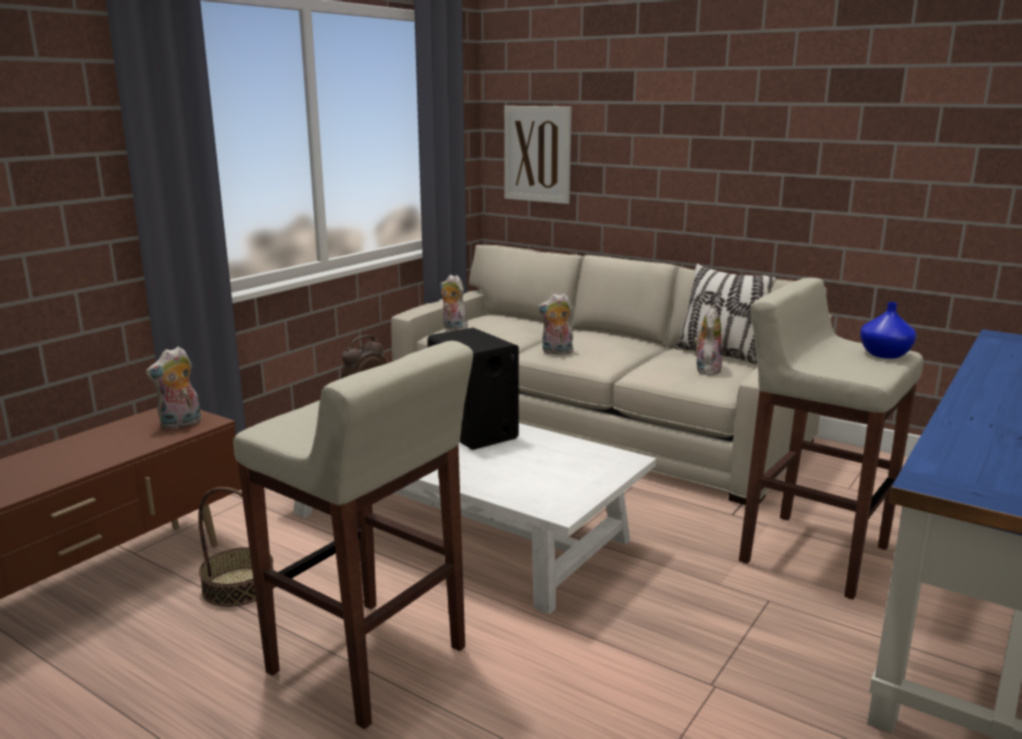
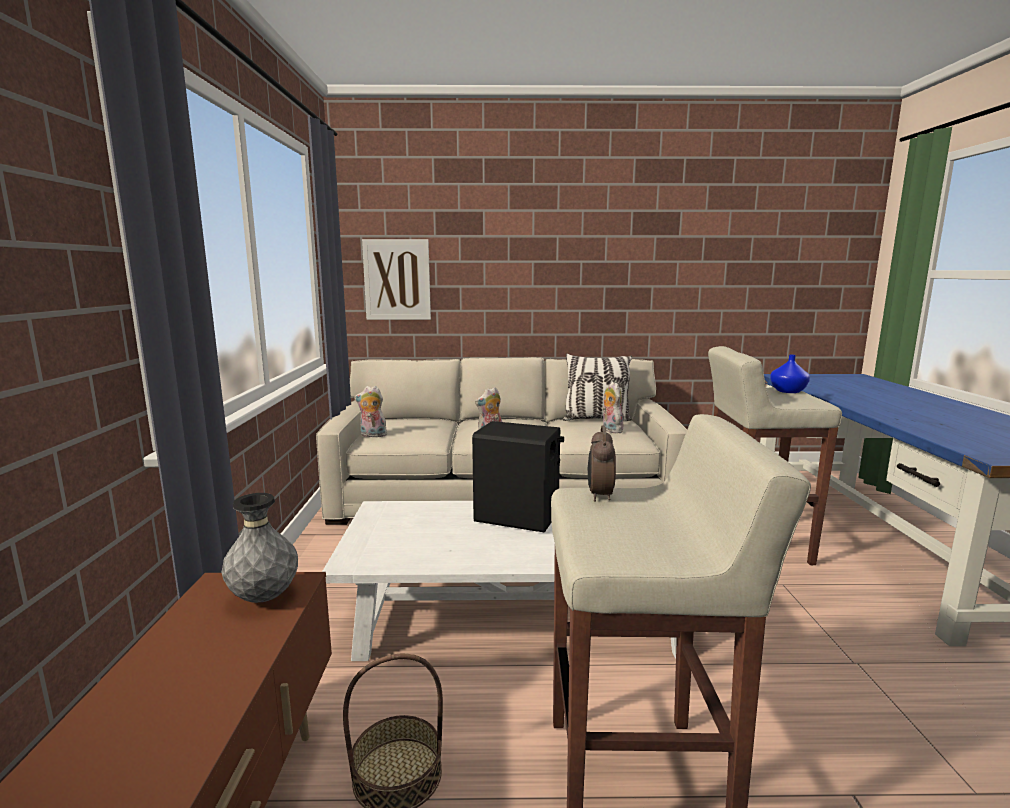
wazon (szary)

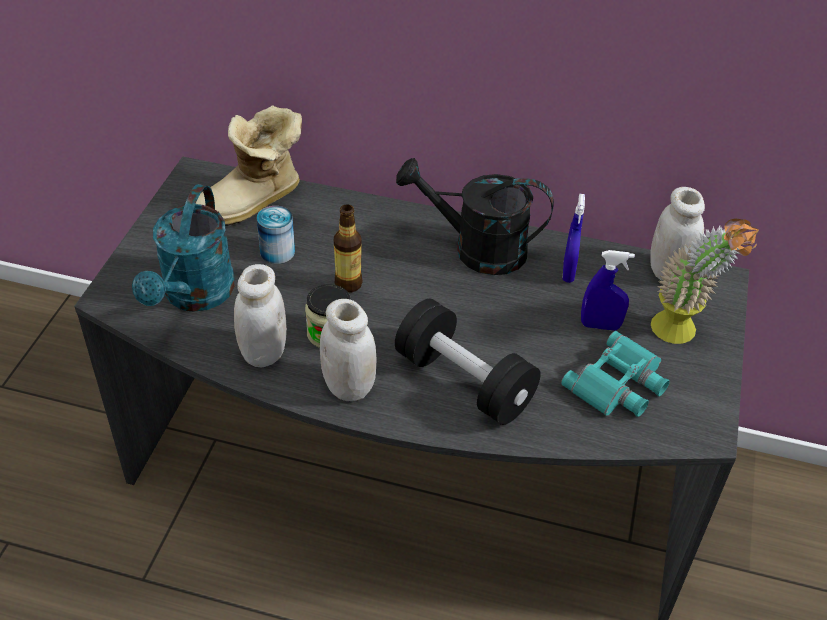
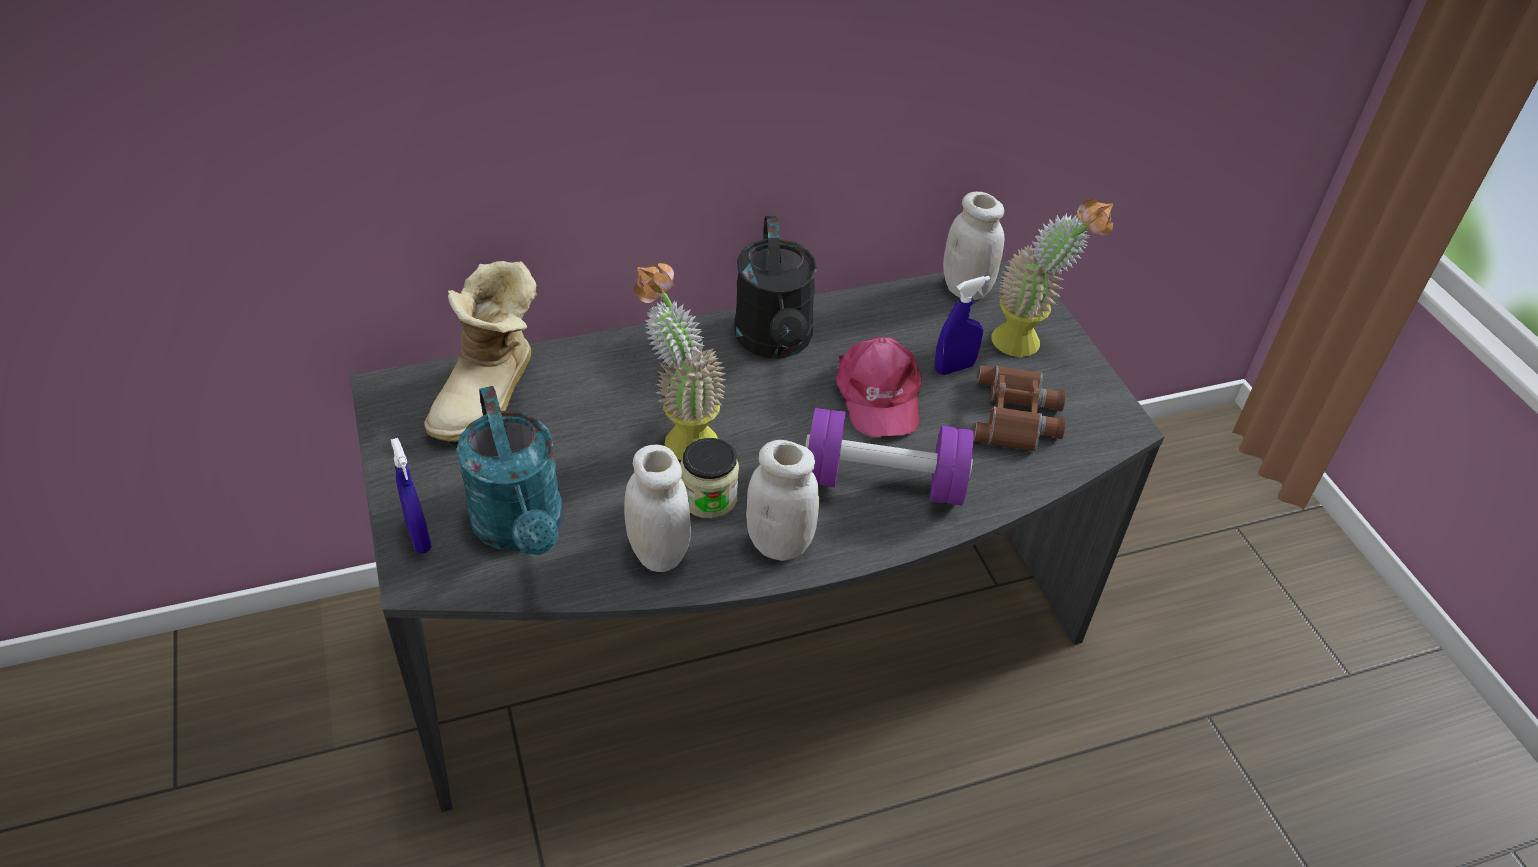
konewka (czarny)
spryskiwacz (niebieski) (1st from left)
roślina doniczkowa (1st from left)
puszka
hantel (fioletowy)
lornetka (brązowy)
czapka z daszkiem (różowy)

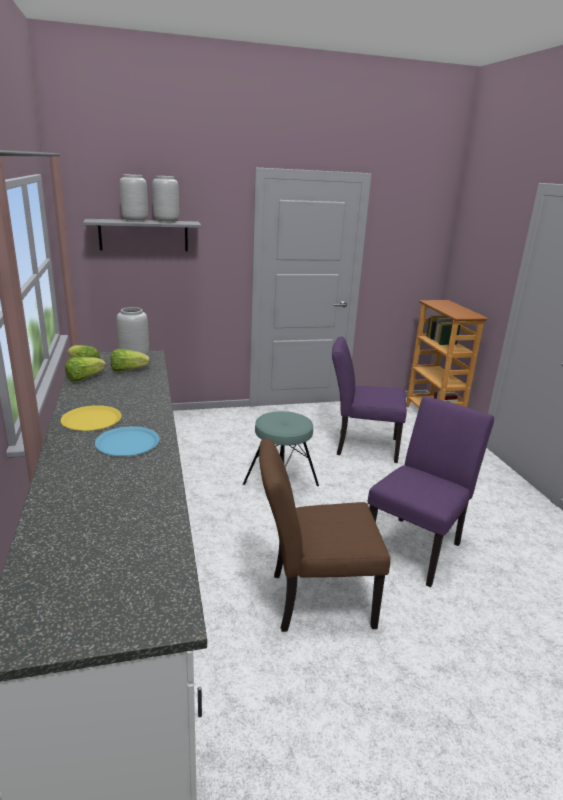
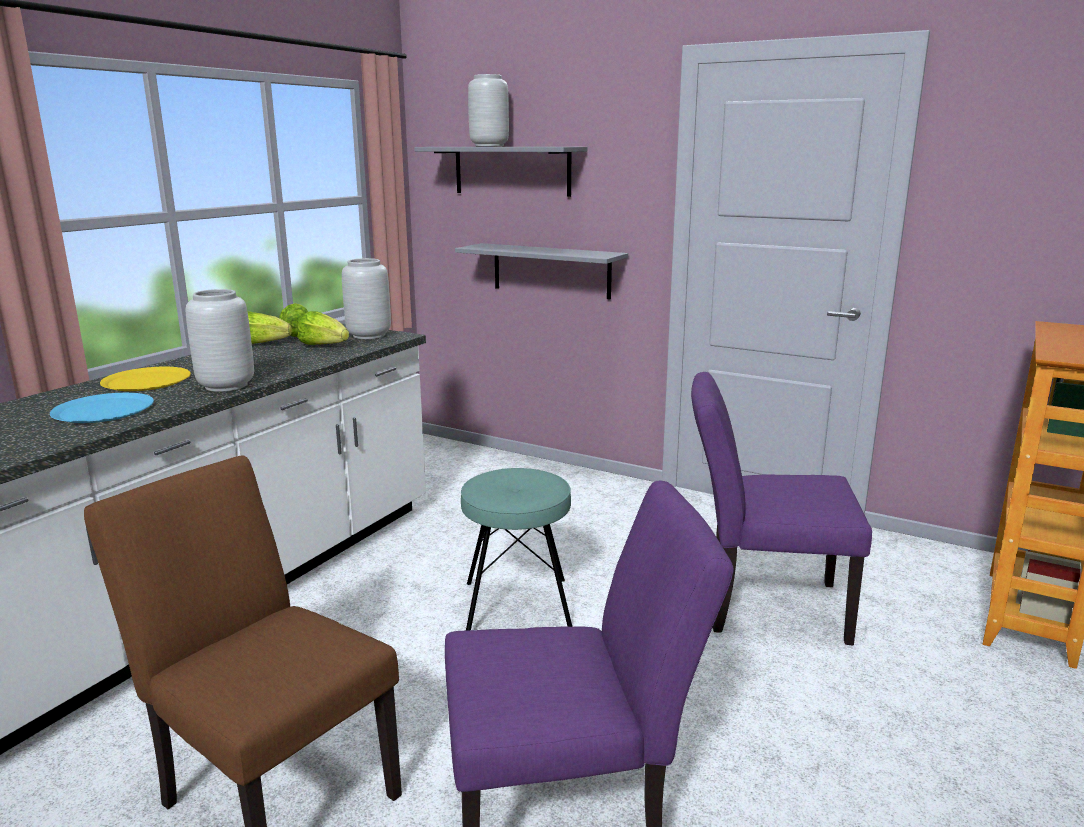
wazon (szary) (1st from left)
krzesło (fioletowy) (2nd from left)
półka (szary) (2nd from left)

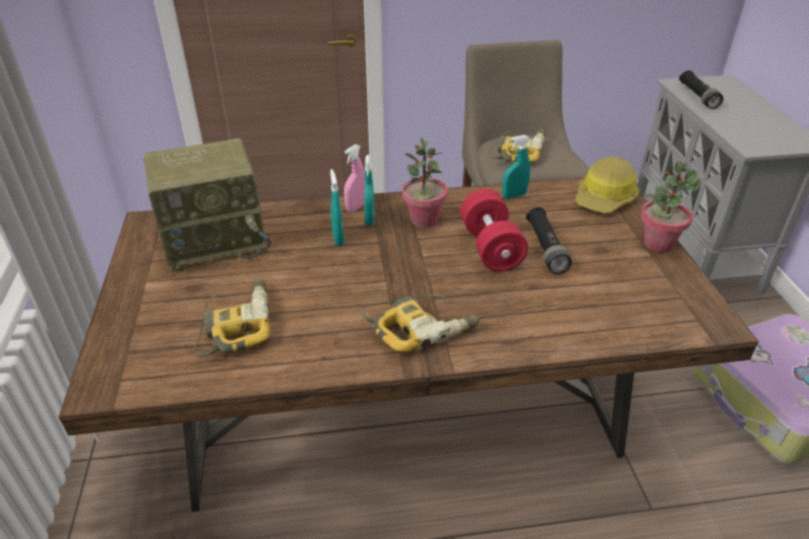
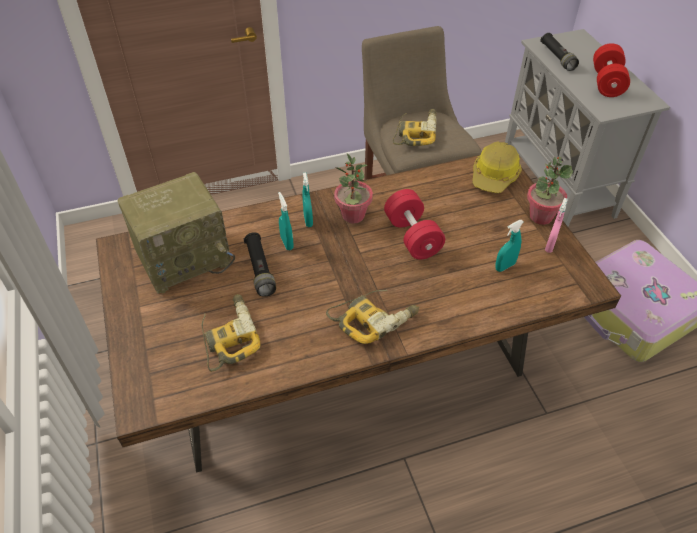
spryskiwacz (turkusowy) (3rd from left)
spryskiwacz (różowy)
latarka (czarny) (1st from left)
hantel (czerwony) (2nd from left)

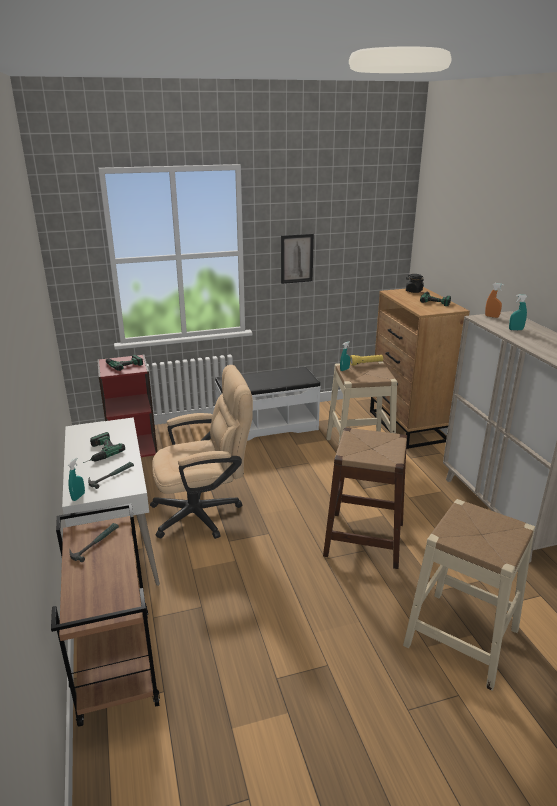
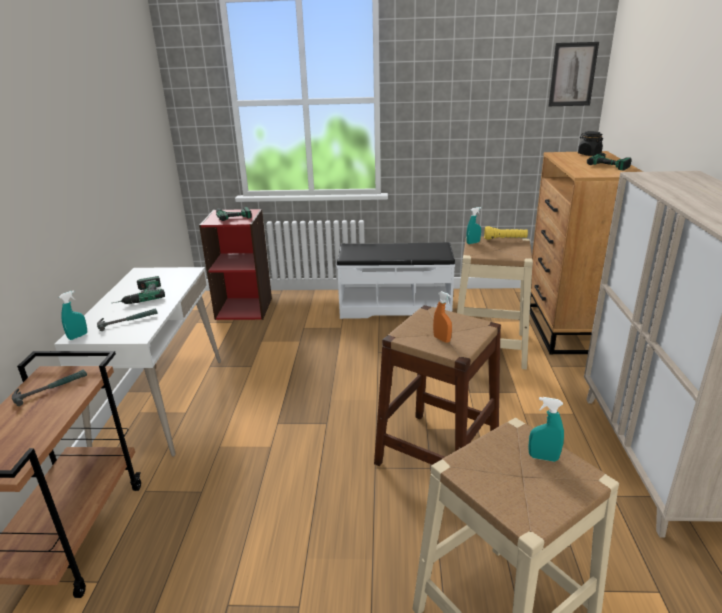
obraz
spryskiwacz (pomarańczowy)
spryskiwacz (turkusowy) (3rd from left)
krzesło biurowe (beżowy)

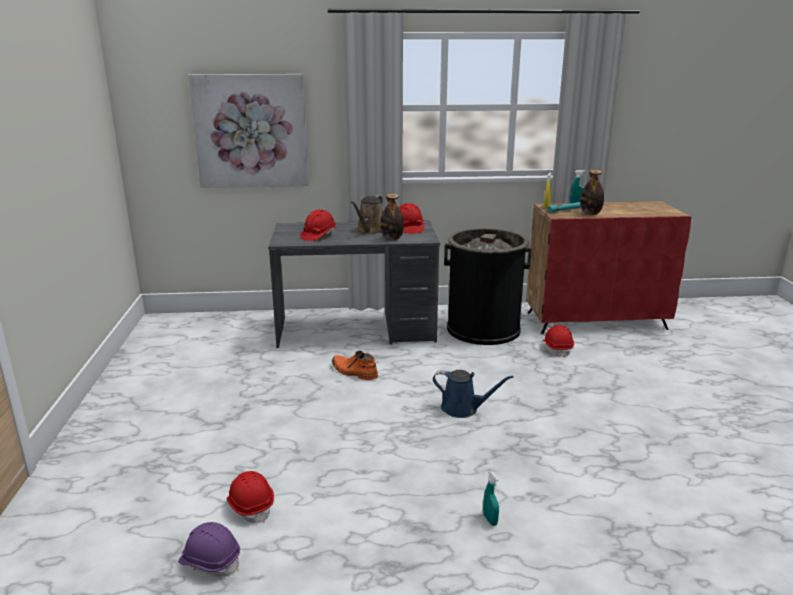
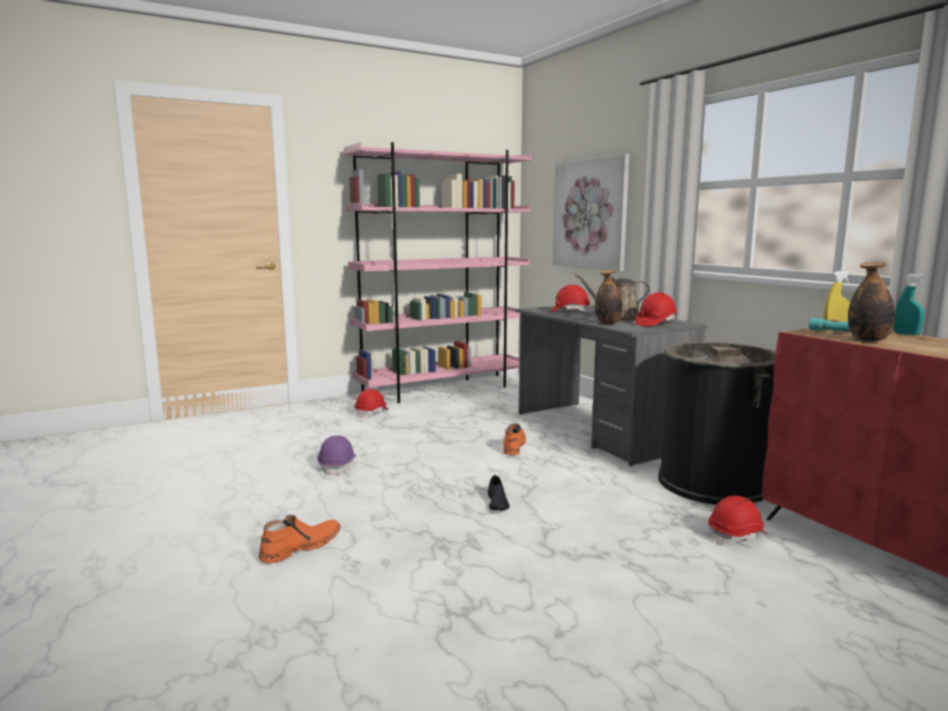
but (czarny)
kask (czerwony) (1st from left)
but z cholewką (pomarańczowy) (1st from left)
kask (fioletowy)
regał (różowy)

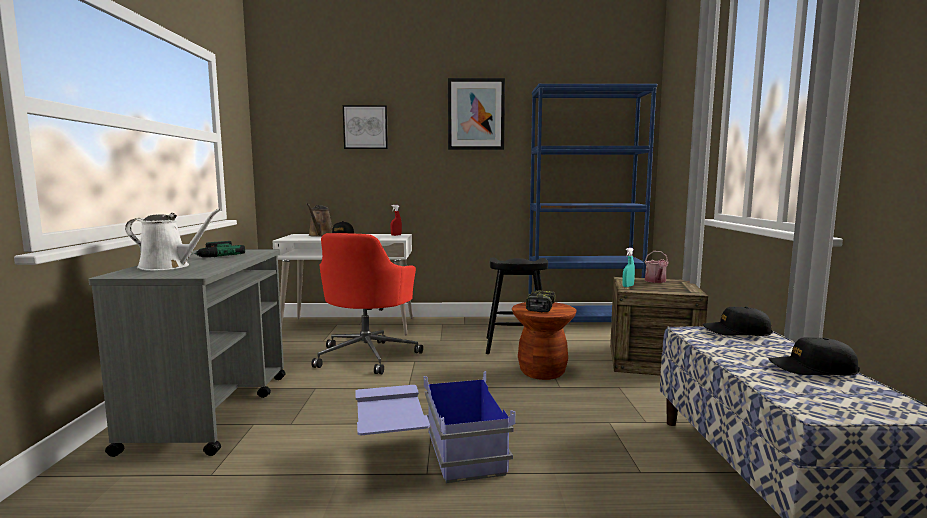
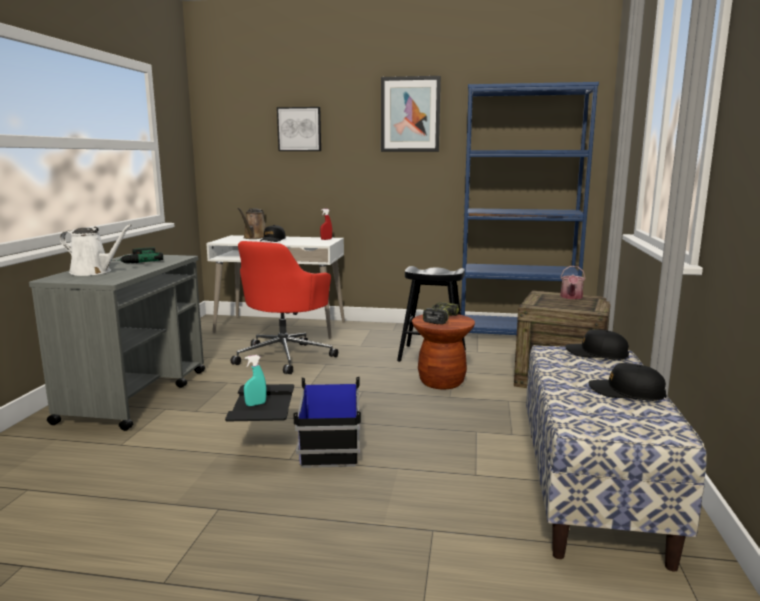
spryskiwacz (turkusowy)
pojemnik do przechowywania (czarny)

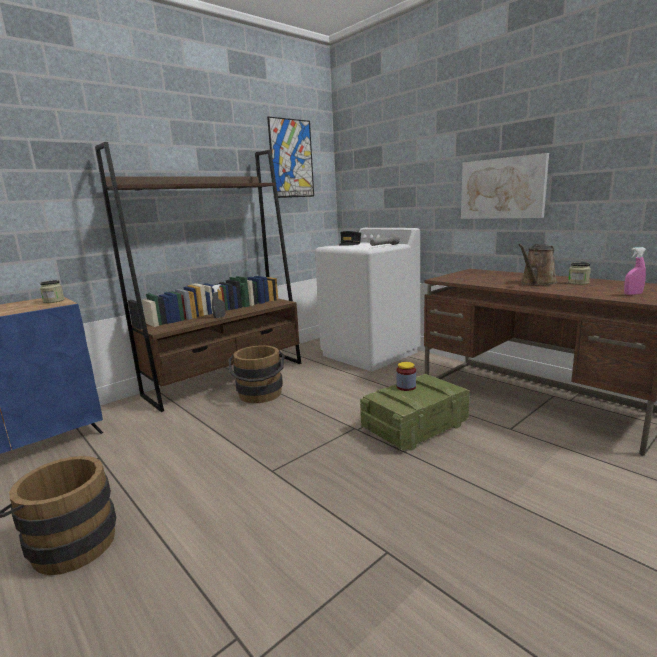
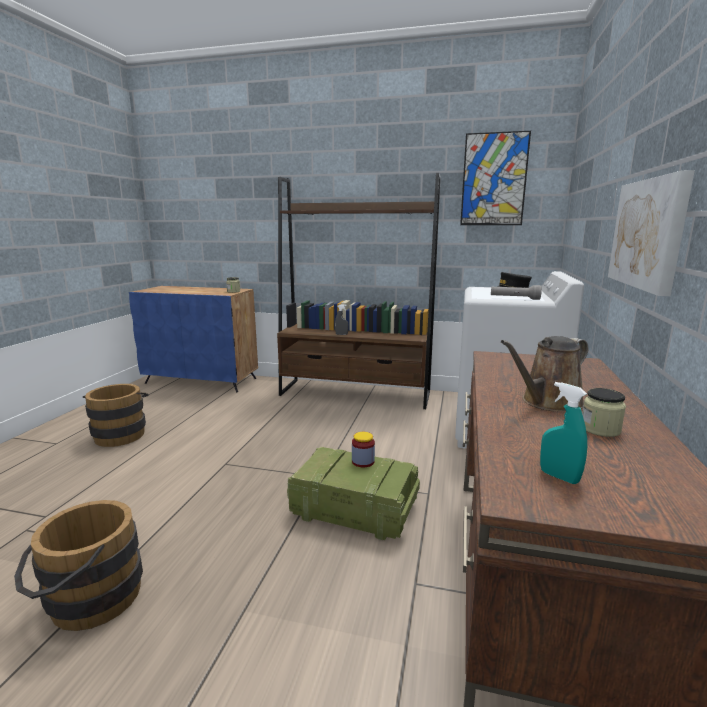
konewka (brązowy)
spryskiwacz (turkusowy)
wiadro (brązowy) (1st from left)

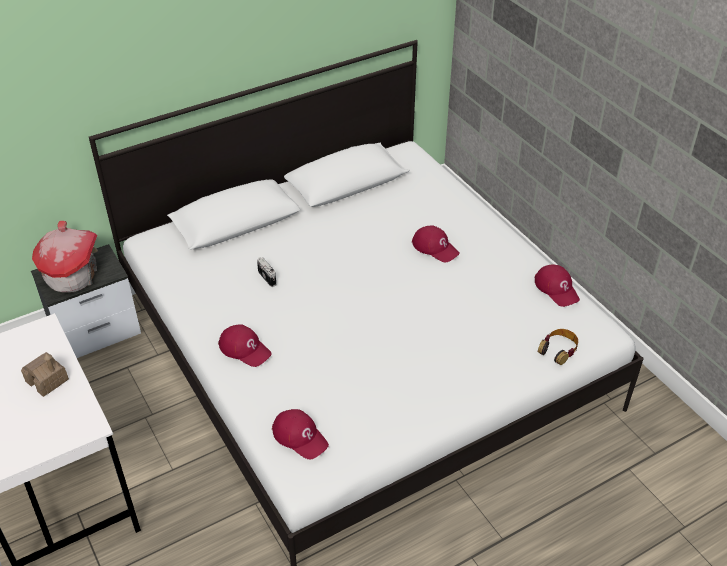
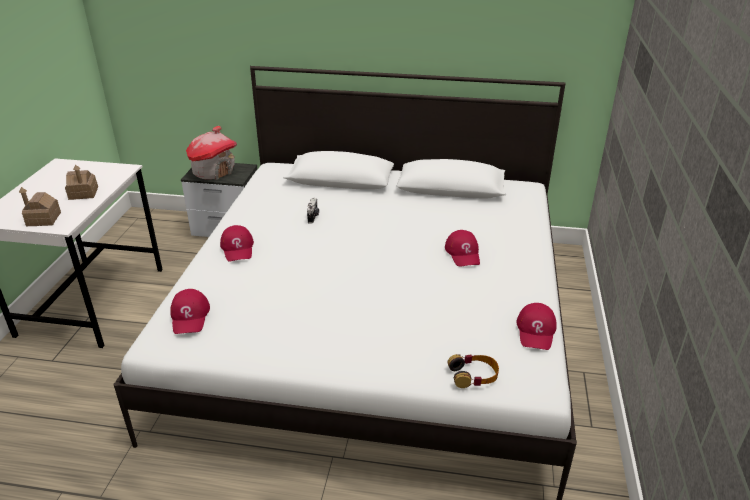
domek (1st from left)

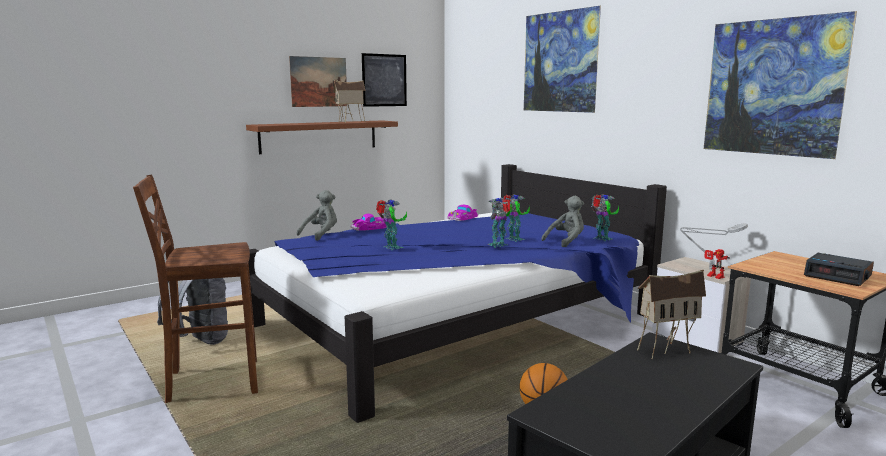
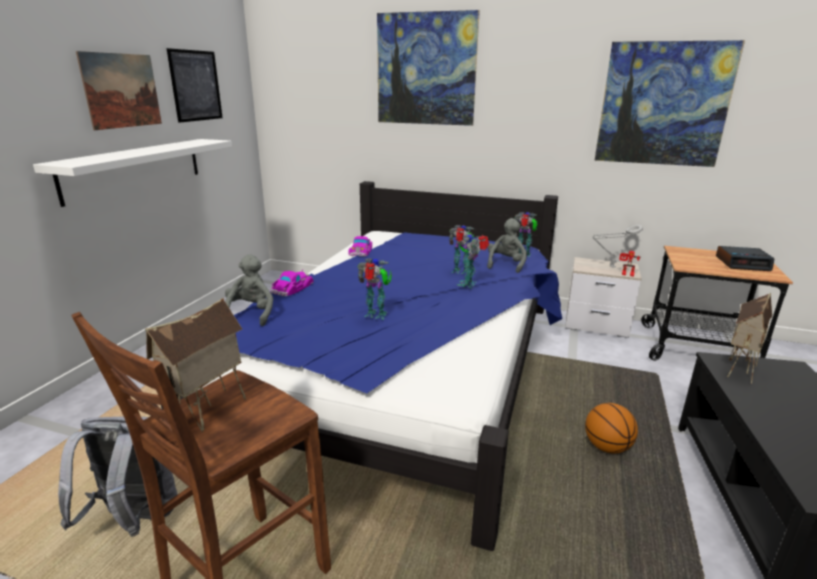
domek (1st from left)
półka (biały)

